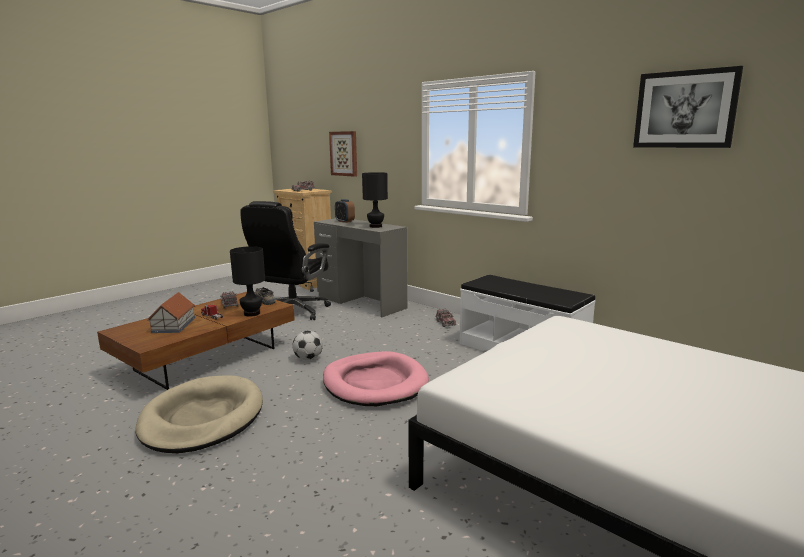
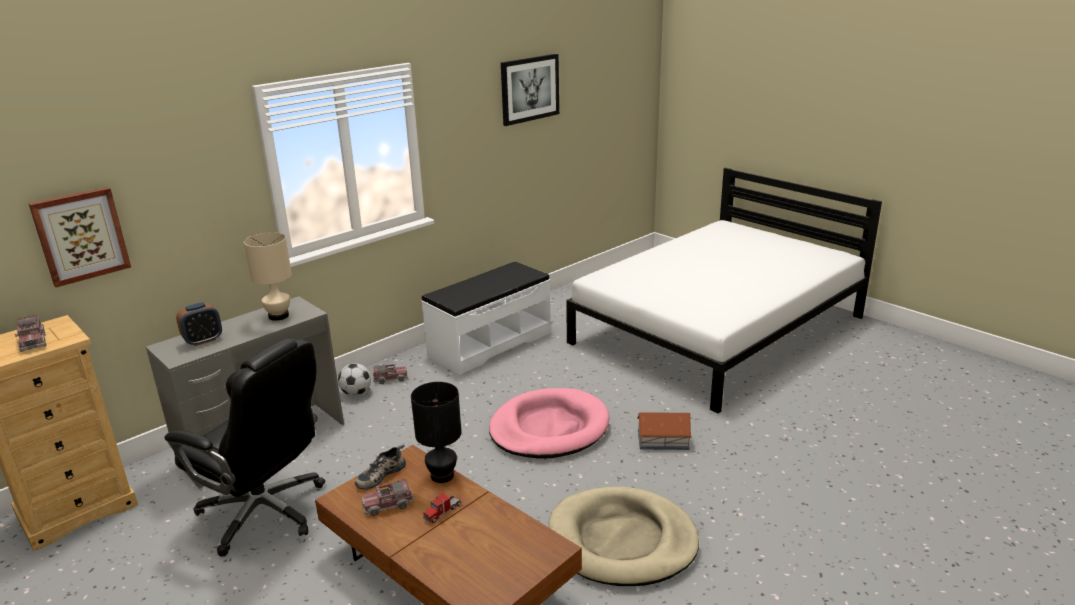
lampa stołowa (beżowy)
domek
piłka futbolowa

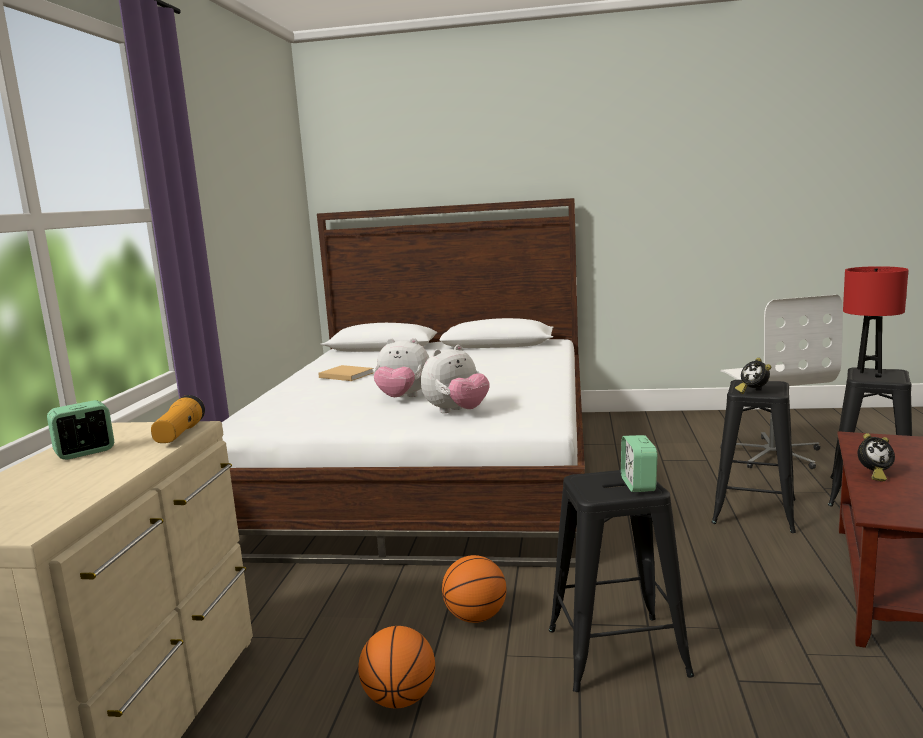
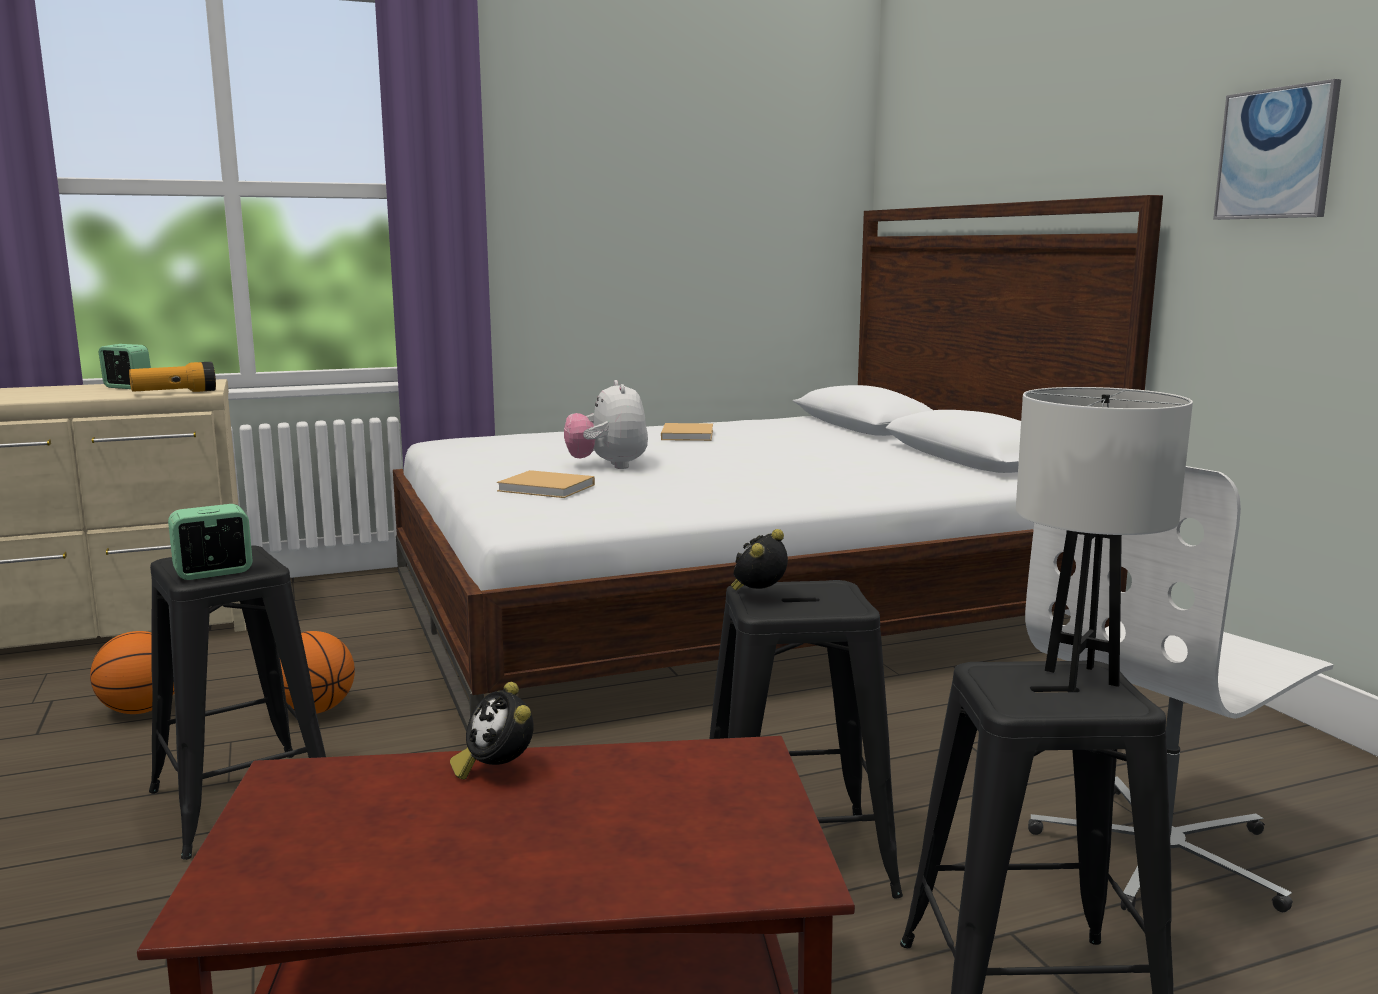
lampa stołowa (biały)
książka (beżowy) (1st from left)
obraz

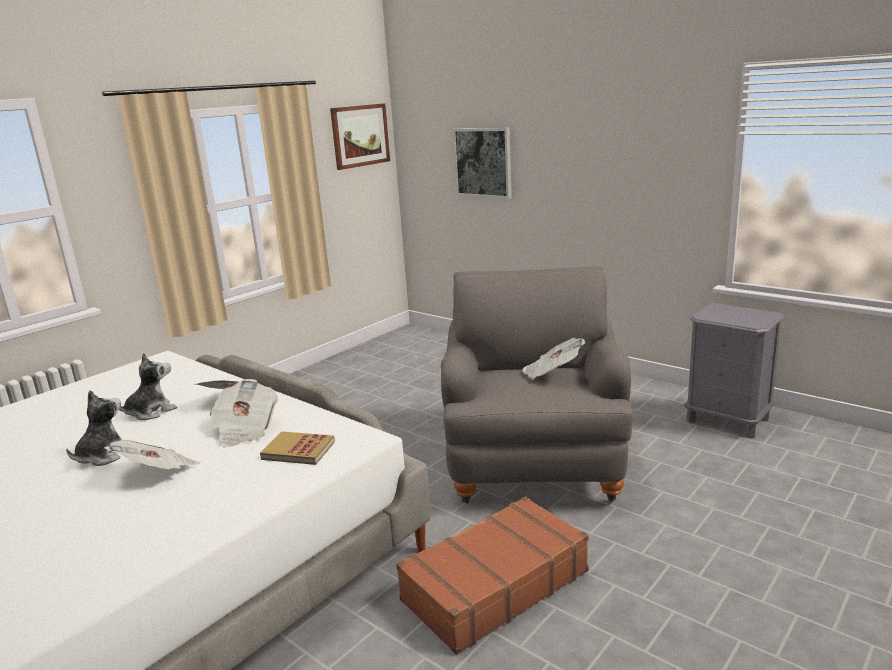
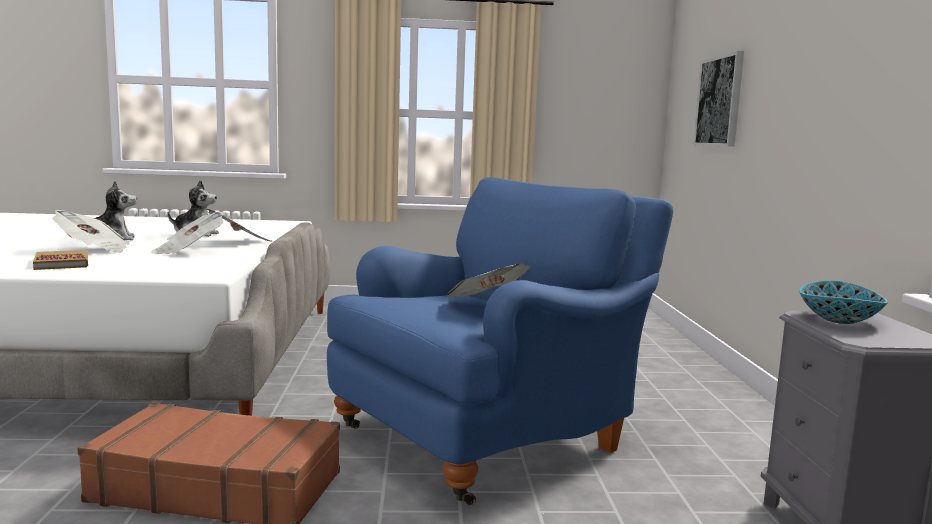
obraz (1st from left in the first image)
fotel (niebieski)
książka
miska

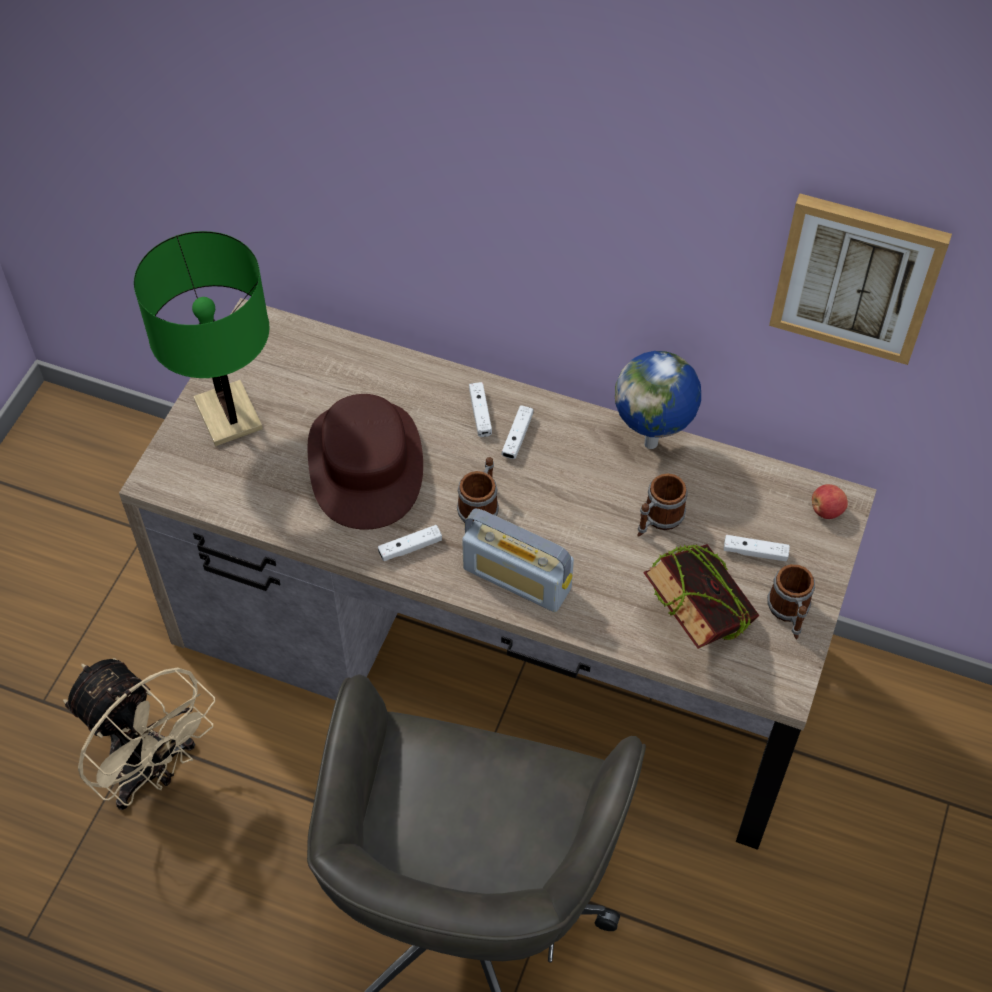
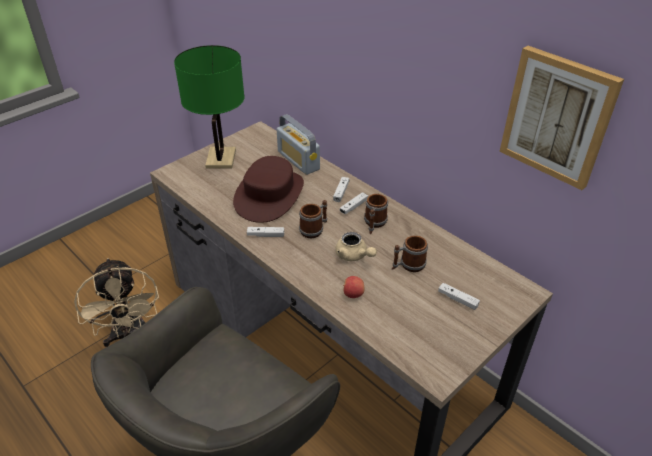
globus
jabłko
radio
książka
kubek (2nd from left)
imbryk (beżowy)

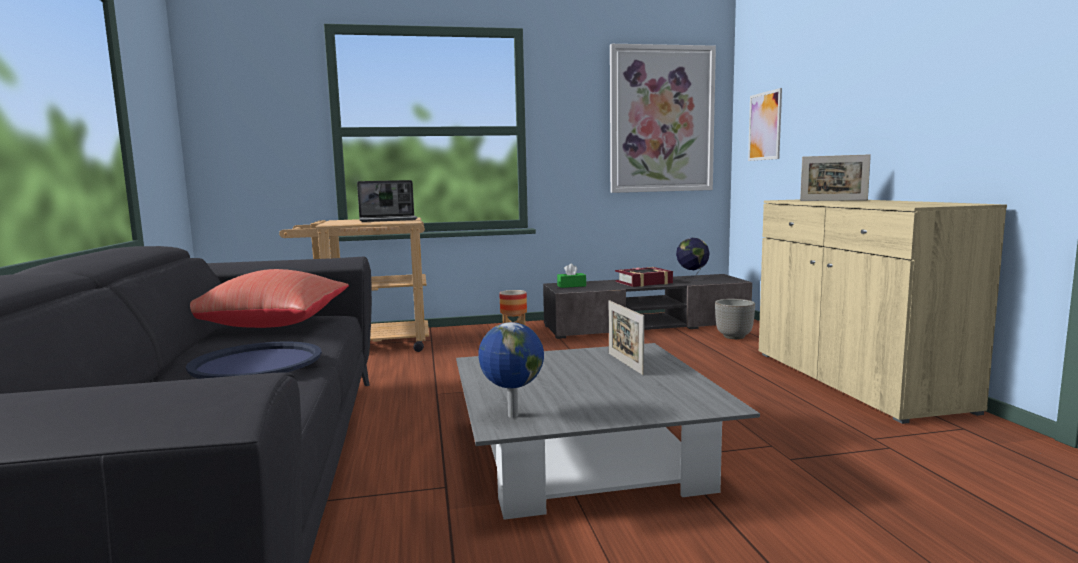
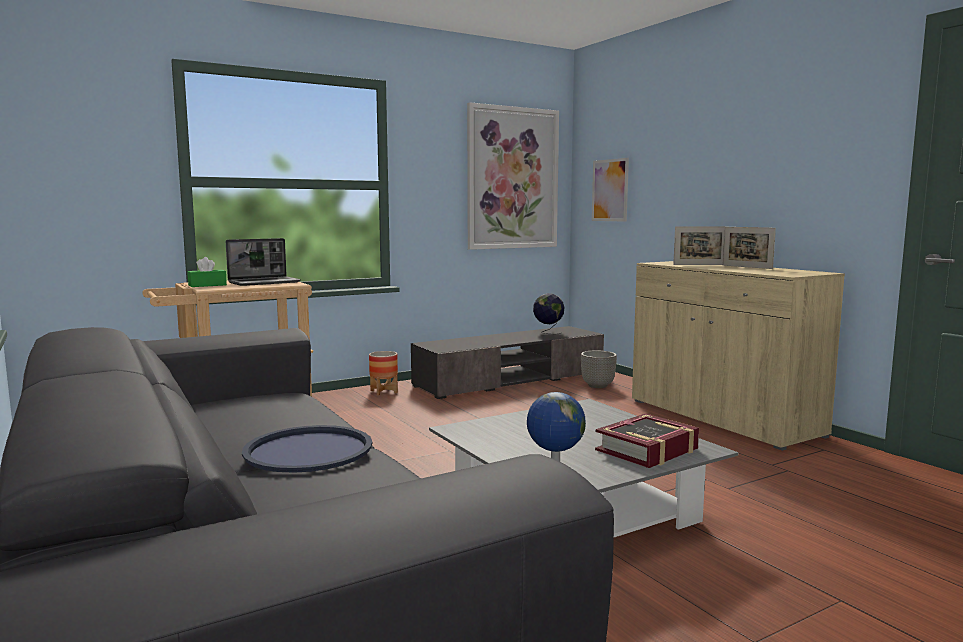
pudełko chusteczek (zielony)
książka
poduszka (czerwony)
ramka na zdjęcie (2nd from left)

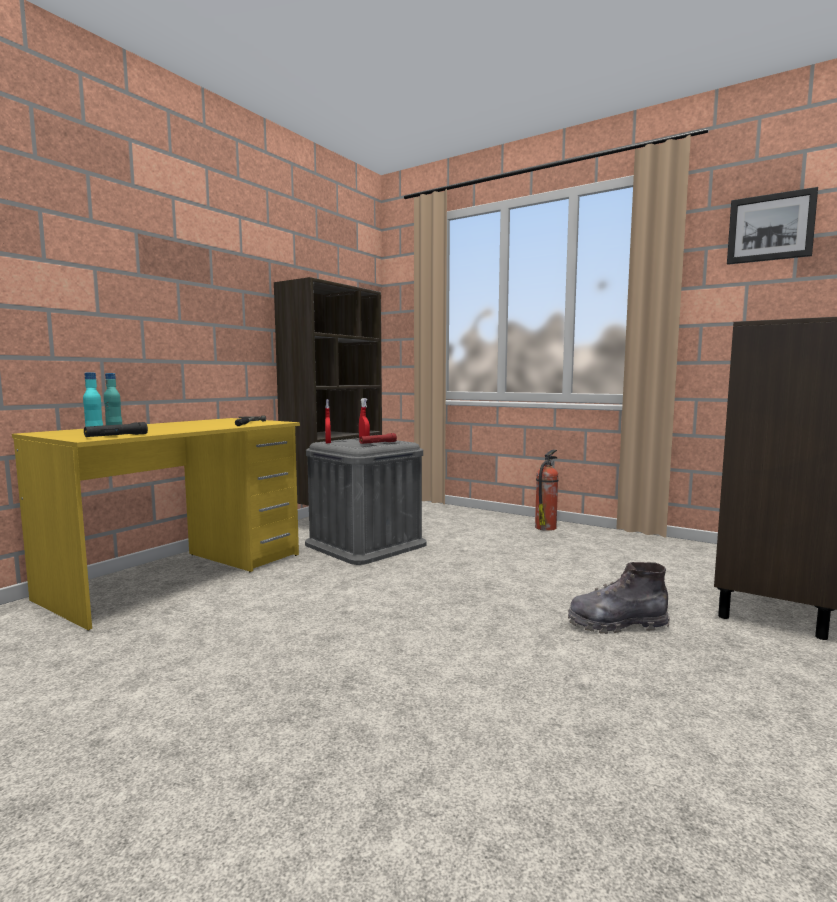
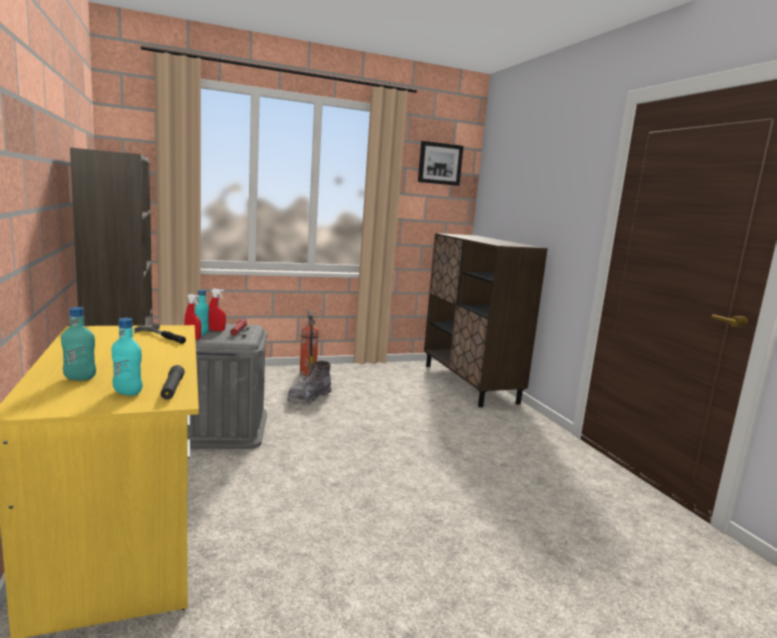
but z cholewką (szary)
butelka (turkusowy) (3rd from left)

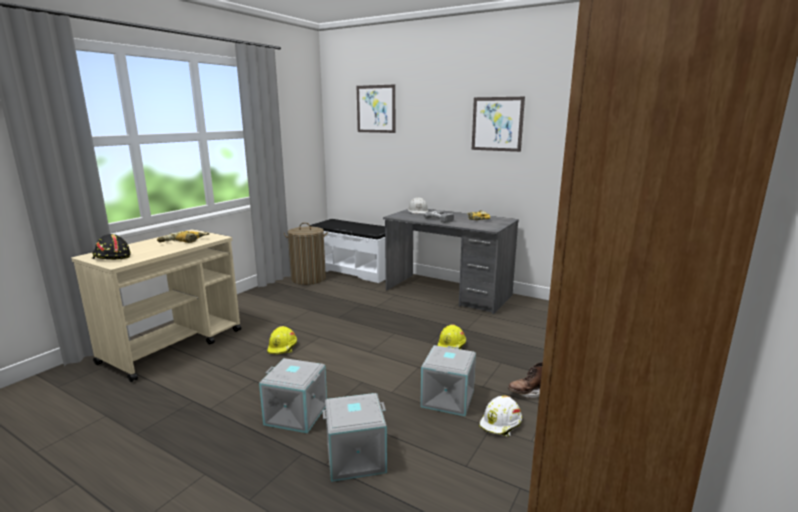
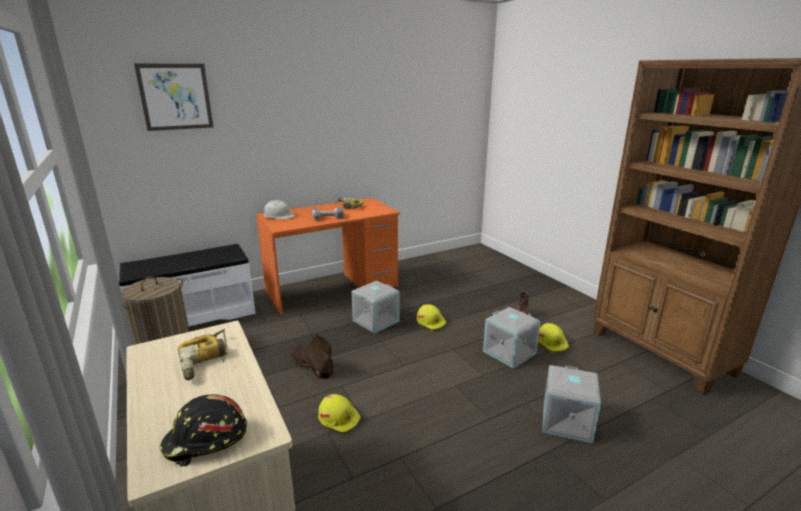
obraz (2nd from left in the first image)
biurko (pomarańczowy)
pojemnik do przechowywania (szary) (1st from left)
kask (żółty) (3rd from left)
but z cholewką (brązowy) (1st from left)

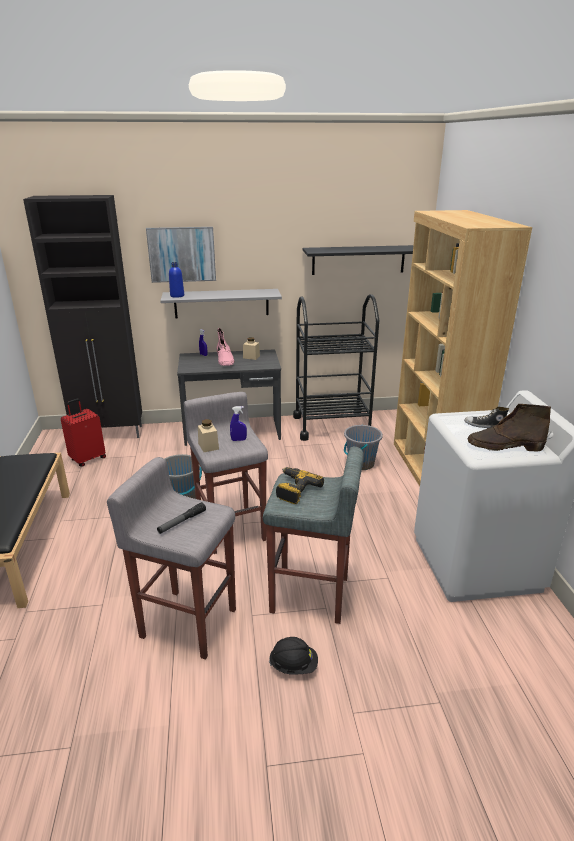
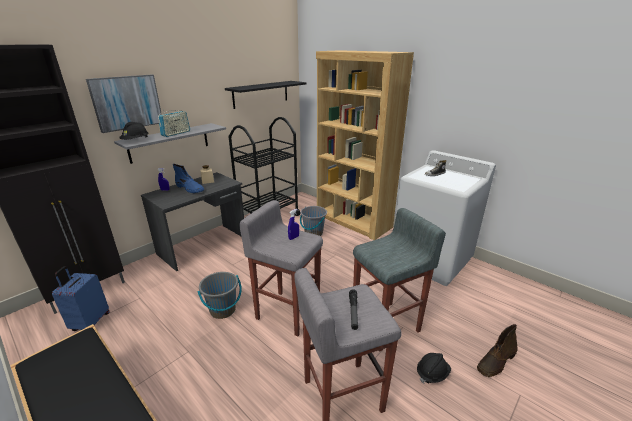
kask (czarny) (1st from left)
but z cholewką (niebieski)
walizka (niebieski)
but z cholewką (brązowy)
słoik (beżowy) (1st from left in the first image)
wiertarka
radio

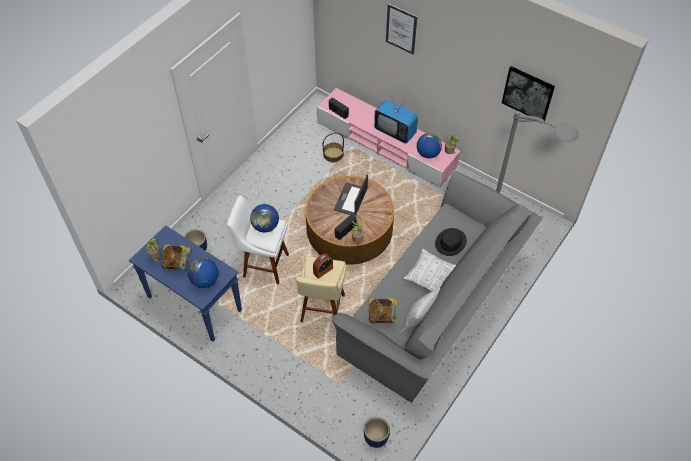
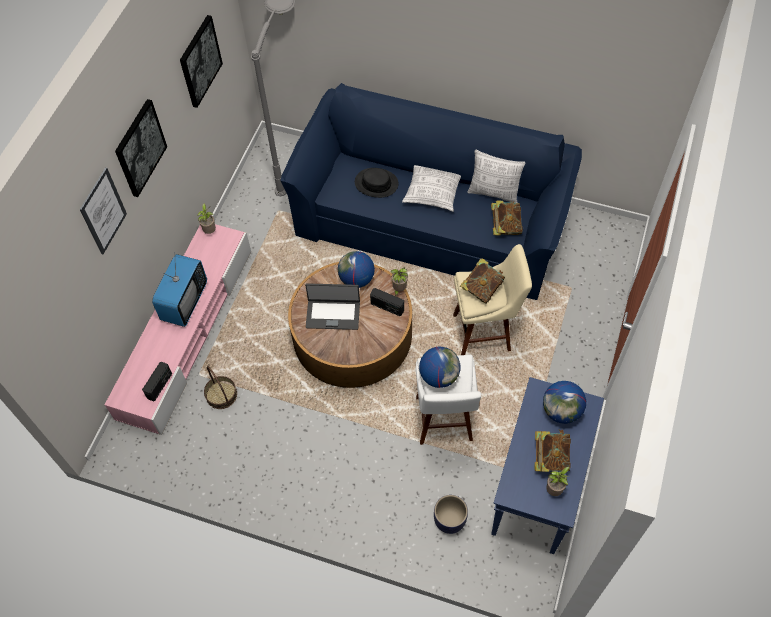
globus (1st from left)
kanapa (niebieski)
książka (1st from left)
donica (2nd from left in the first image)
obraz (2nd from left)

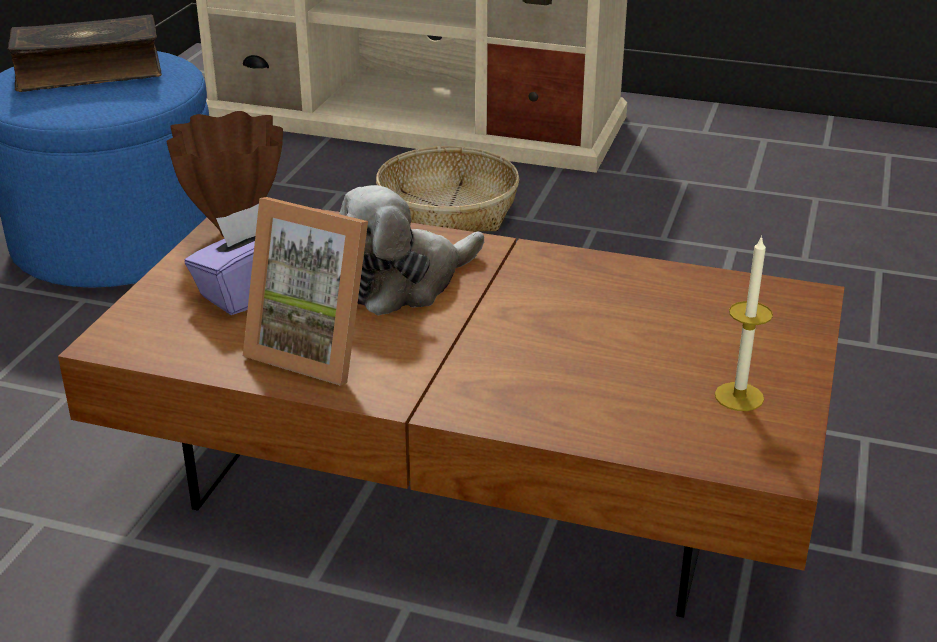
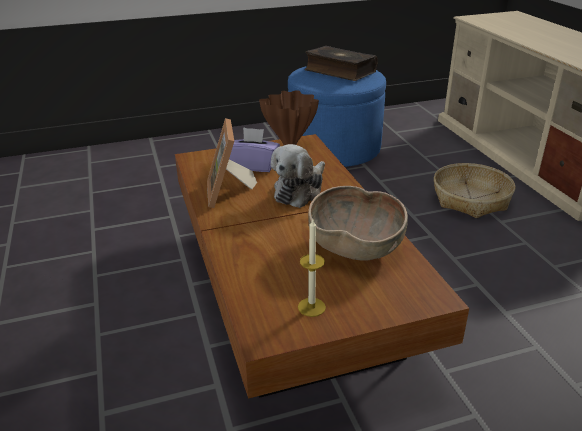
pluszak
miska (brązowy)

